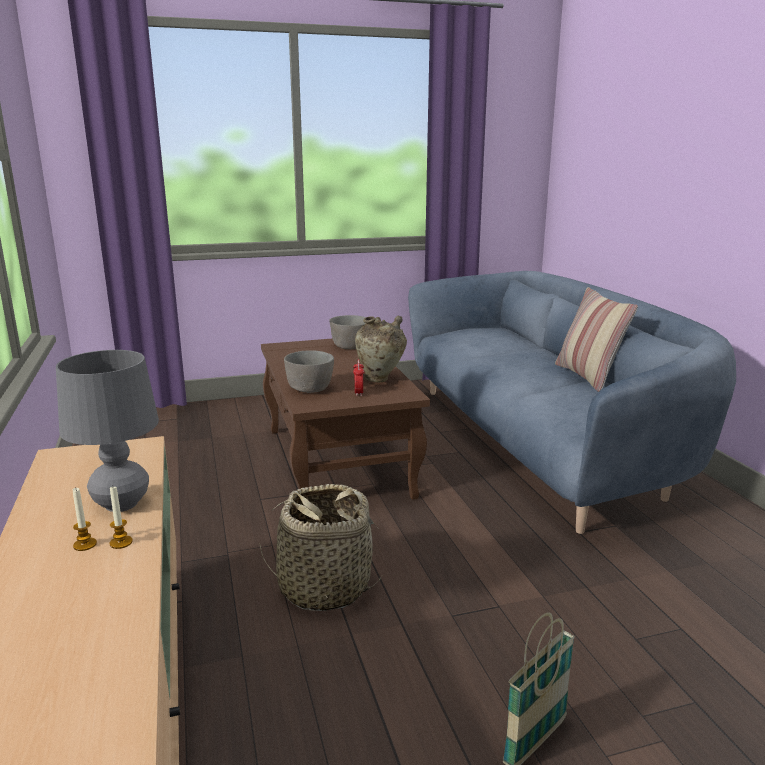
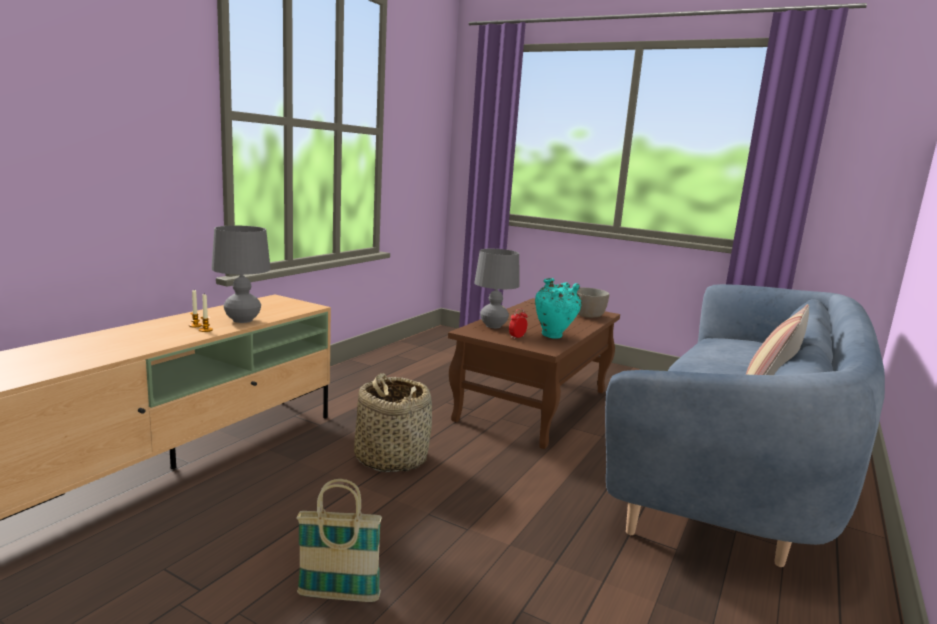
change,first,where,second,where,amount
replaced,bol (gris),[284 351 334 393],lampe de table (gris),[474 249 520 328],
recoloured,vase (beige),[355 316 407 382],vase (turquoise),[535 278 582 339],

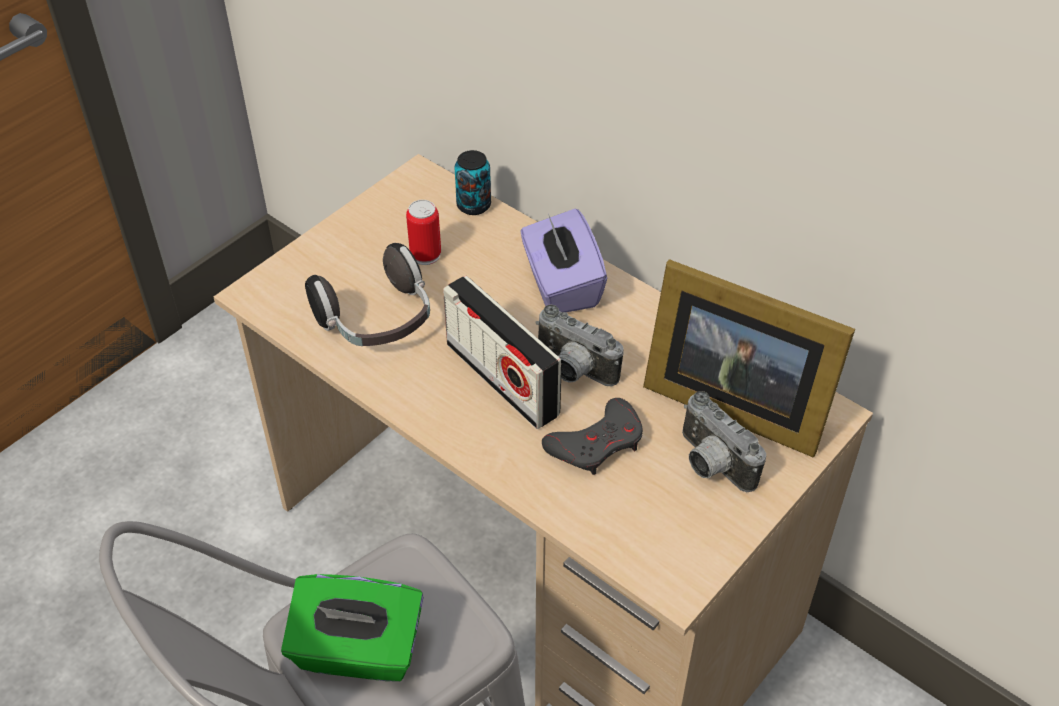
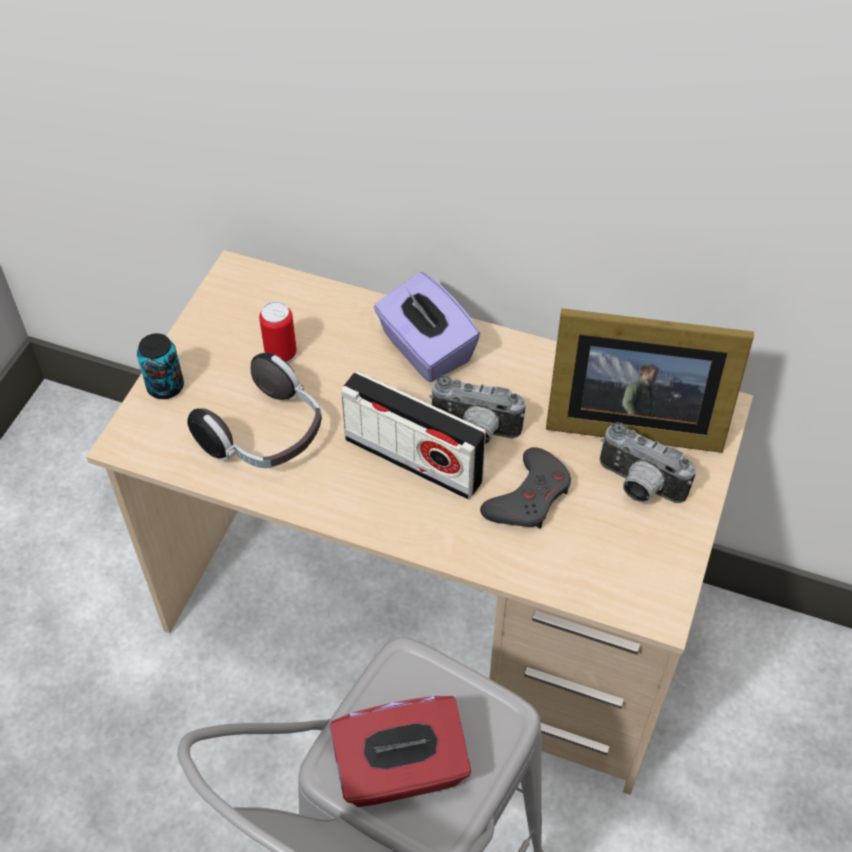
change,first,where,second,where,amount
recoloured,boîte à mouchoirs (vert),[281 574 424 682],boîte à mouchoirs (rouge),[329 696 471 807],
moved,boîte métallique,[454 150 491 215],,[137 333 184 399],

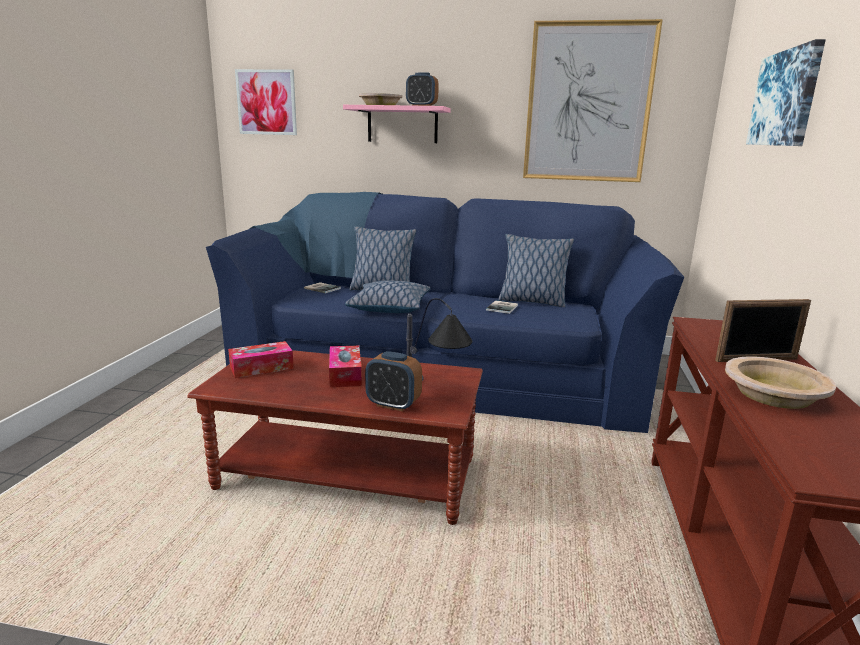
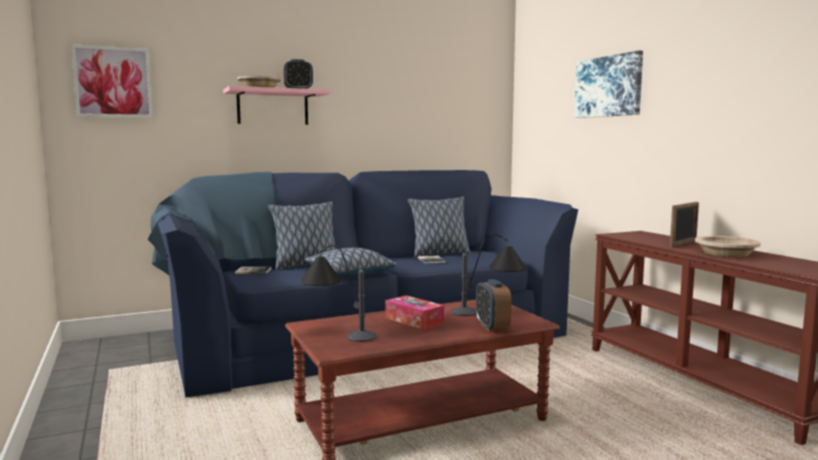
change,first,where,second,where,amount
replaced,boîte à mouchoirs,[228 341 294 378],lampe de table,[301 245 377 342],
turned,réveil,[365 351 422 412],,[476 279 512 332],90 degrees clockwise
removed,tableau,[523 19 663 182],,,

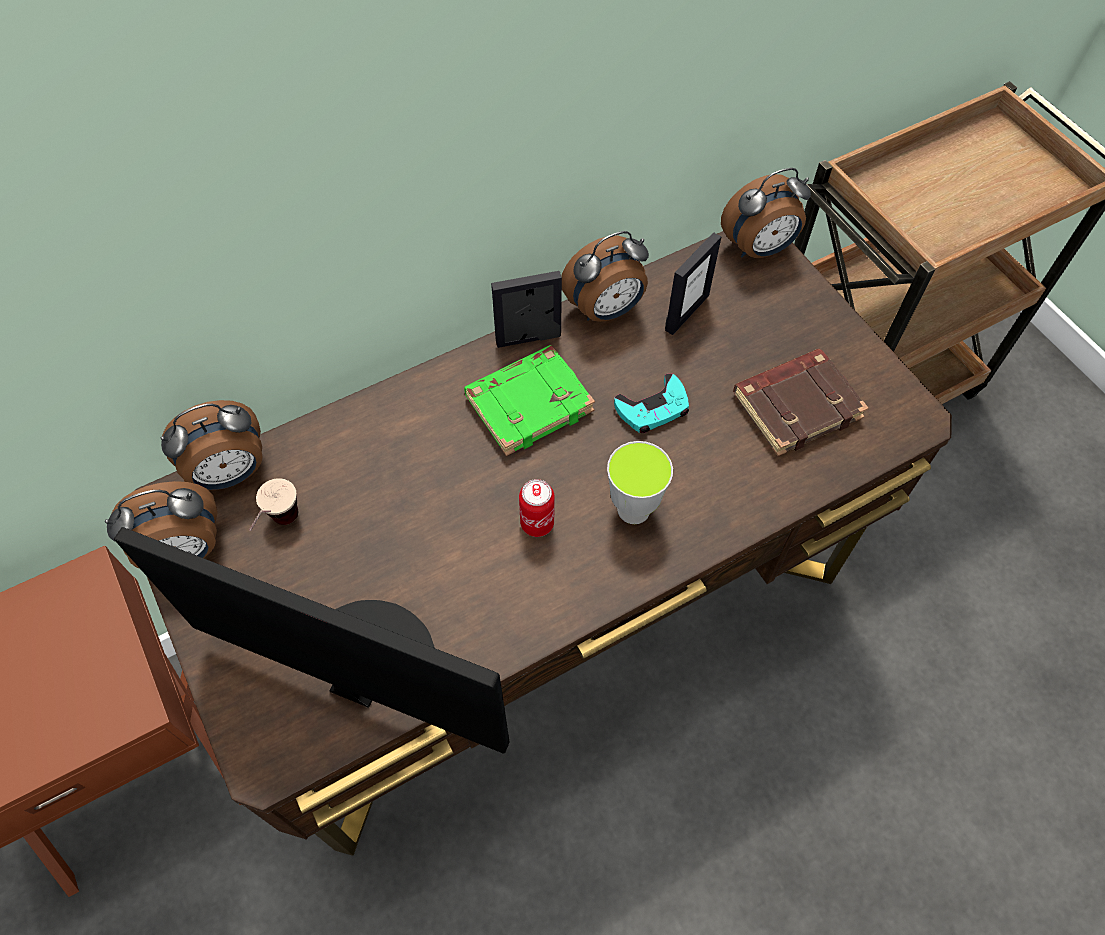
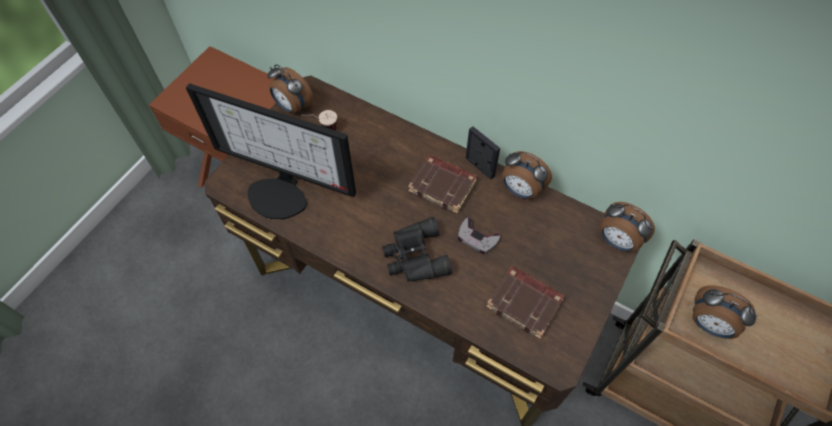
change,first,where,second,where,amount
turned,écran d'ordinateur,[114 527 510 754],,[186 83 356 220],120 degrees clockwise
moved,réveil,[161 400 263 490],,[692 285 757 339],
recoloured,livre (vert),[464 345 595 456],livre (marron),[408 155 478 214],
removed,boîte métallique,[519 479 555 537],,,
replaced,tasse,[607 441 673 524],jumelles (noir),[382 217 452 282],
recoloured,manette (turquoise),[614 373 689 433],manette (gris),[458 217 500 254],
removed,cadre photo,[665 232 721 335],,,

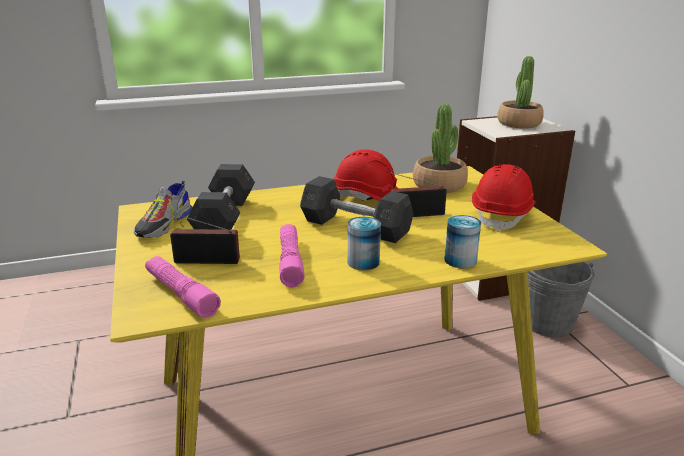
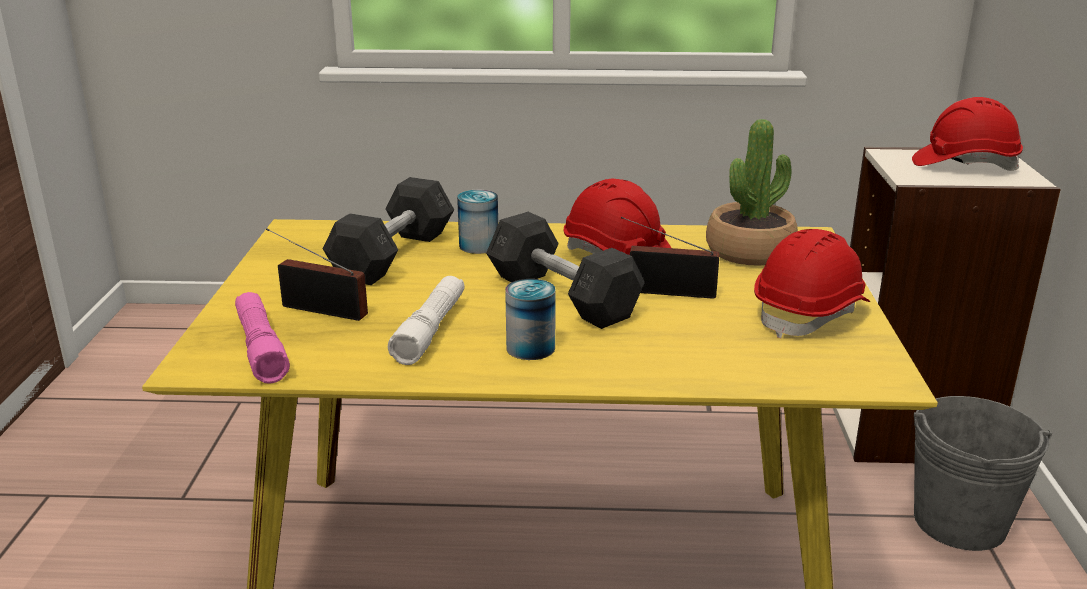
change,first,where,second,where,amount
removed,chaussure,[134 181 193 238],,,
recoloured,lampe de poche (rose),[279 224 305 287],lampe de poche (blanc),[388 276 465 365],
moved,boîte métallique,[444 215 481 268],,[457 190 498 254],
replaced,plante en pot,[497 56 544 128],casque de chantier (rouge),[912 97 1023 171],

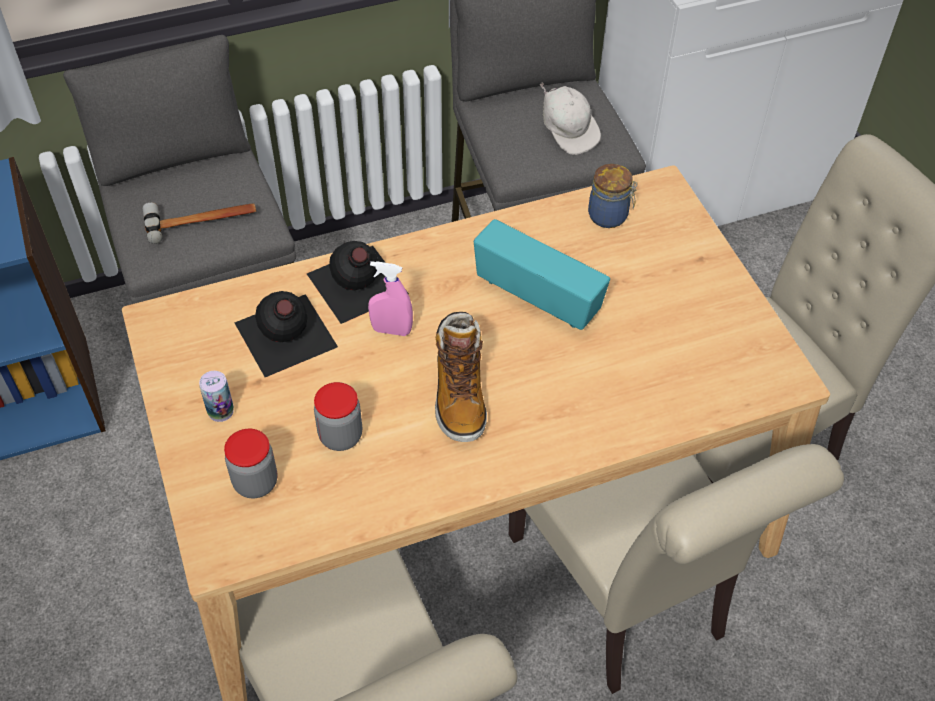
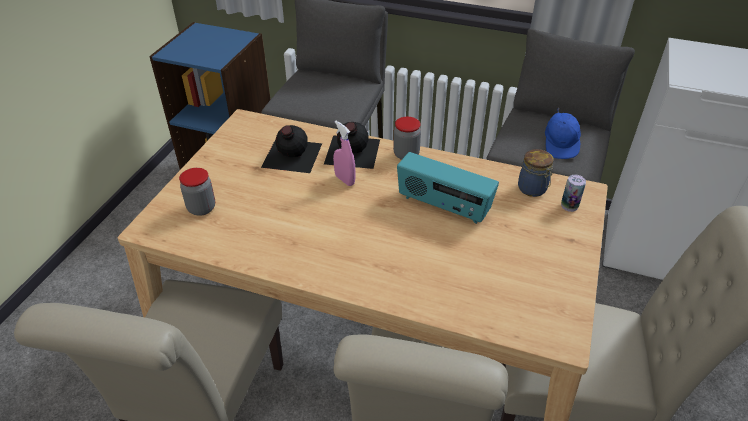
change,first,where,second,where,amount
removed,marteau,[142 203 256 244],,,
moved,boîte métallique,[199 371 234 422],,[561 175 586 212],
moved,bocal,[314 382 362 451],,[393 117 421 160],
removed,botte,[435 312 487 442],,,
turned,radio,[474 219 610 330],,[397 152 499 224],135 degrees clockwise
recoloured,casquette (blanc),[540 82 601 155],casquette (bleu),[545 107 581 159],

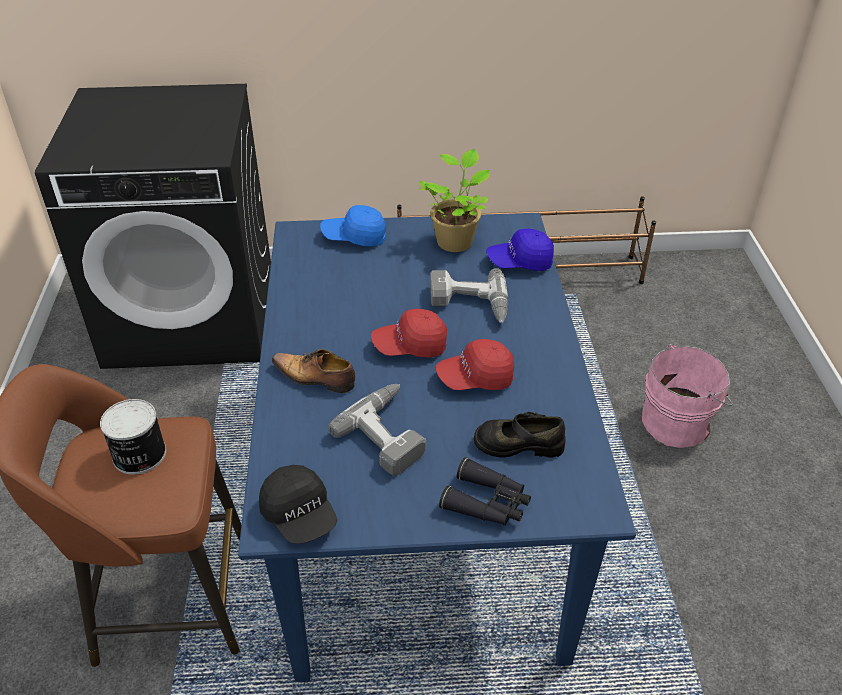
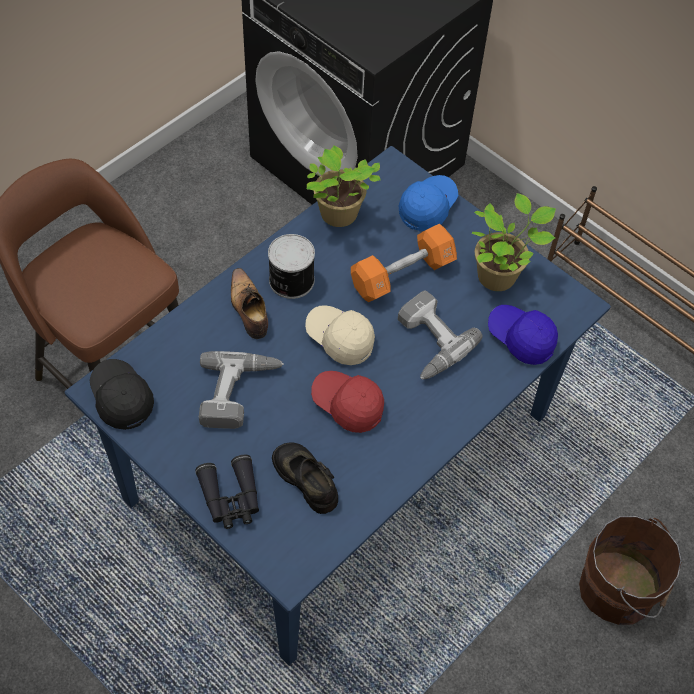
change,first,where,second,where,amount
moved,boîte métallique,[100 399 166 475],,[268 234 315 299],
turned,casquette (noir),[259 465 337 544],,[90 359 154 430],135 degrees clockwise
turned,casquette (bleu),[320 205 386 247],,[399 175 458 231],75 degrees clockwise
recoloured,casquette (rouge),[371 309 447 357],casquette (beige),[305 306 375 365],
recoloured,seau (rose),[642 344 733 448],seau (marron),[579 516 682 625],
added,,,plante en pot,[306 145 381 227],
added,,,haltère (orange),[351 224 457 303],

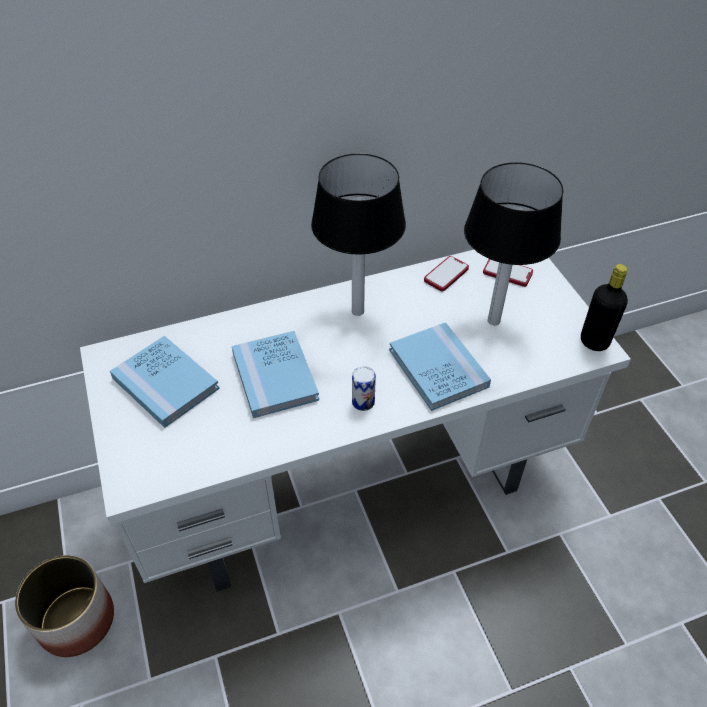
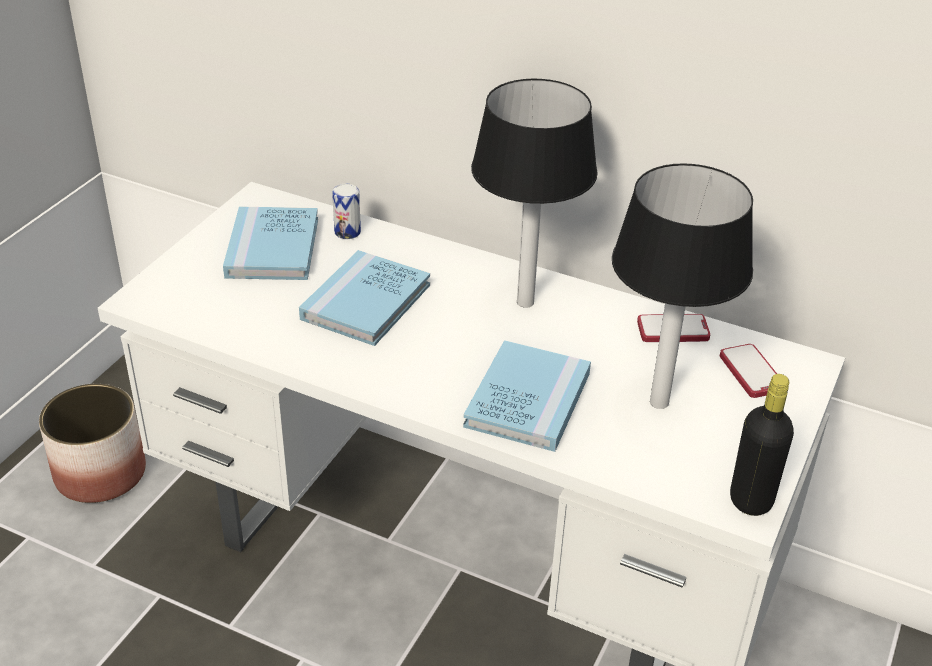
change,first,where,second,where,amount
moved,boîte métallique,[352 367 376 411],,[332 184 361 239],

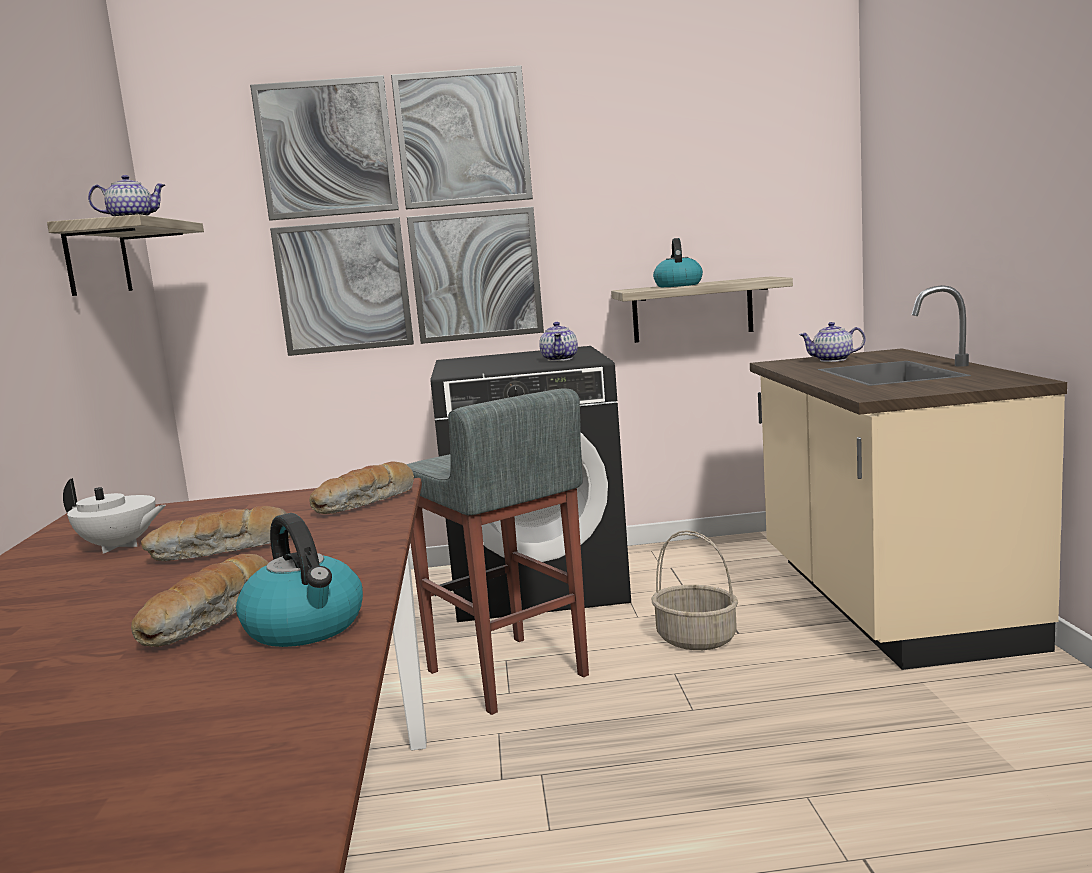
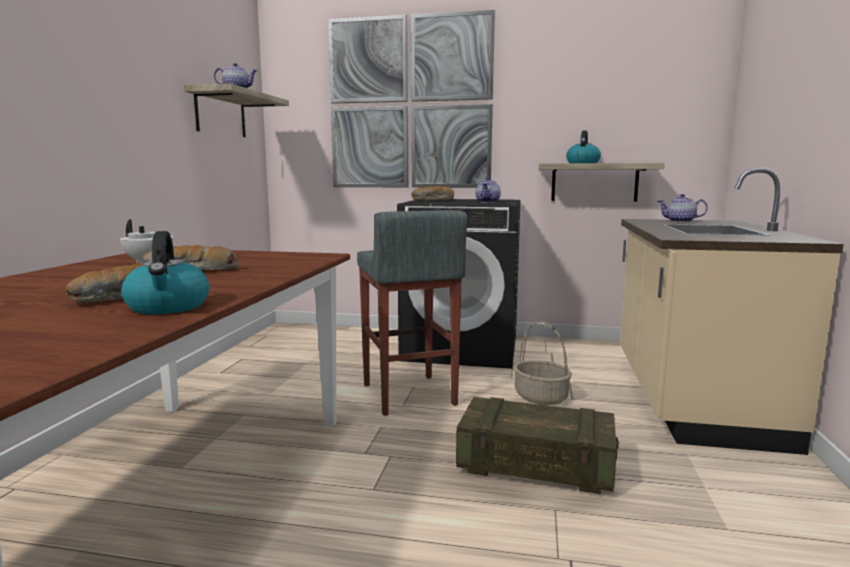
change,first,where,second,where,amount
moved,pain,[309 462 414 514],,[411 186 454 201],
added,,,caisse,[456 397 619 494],

